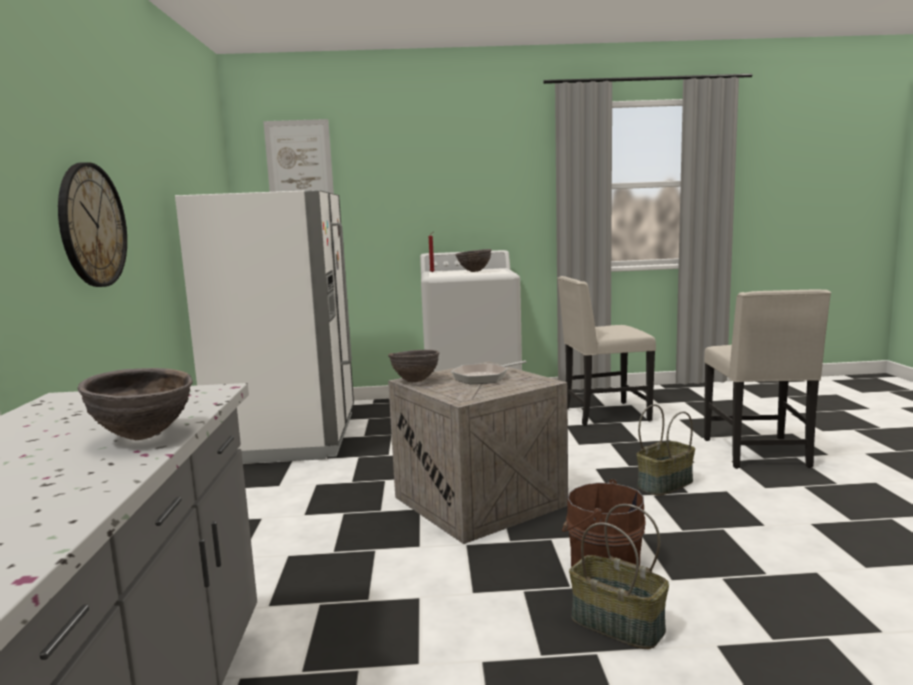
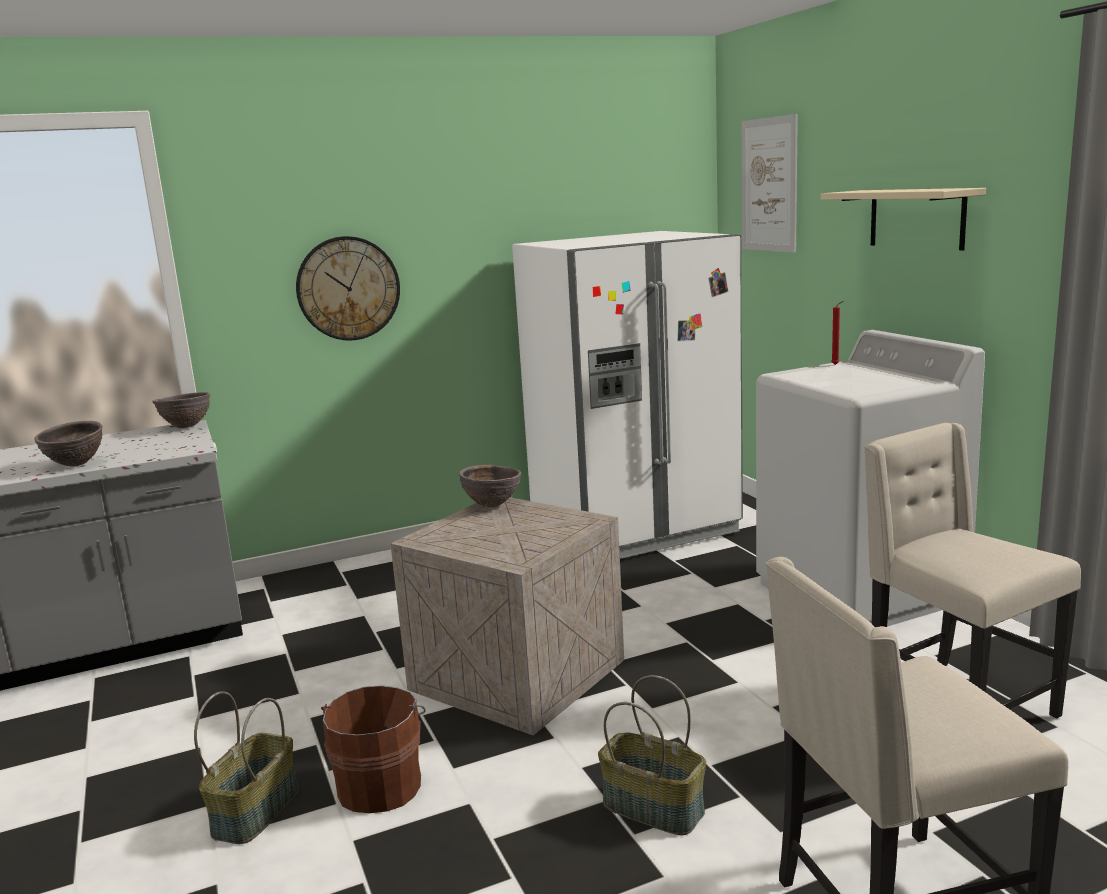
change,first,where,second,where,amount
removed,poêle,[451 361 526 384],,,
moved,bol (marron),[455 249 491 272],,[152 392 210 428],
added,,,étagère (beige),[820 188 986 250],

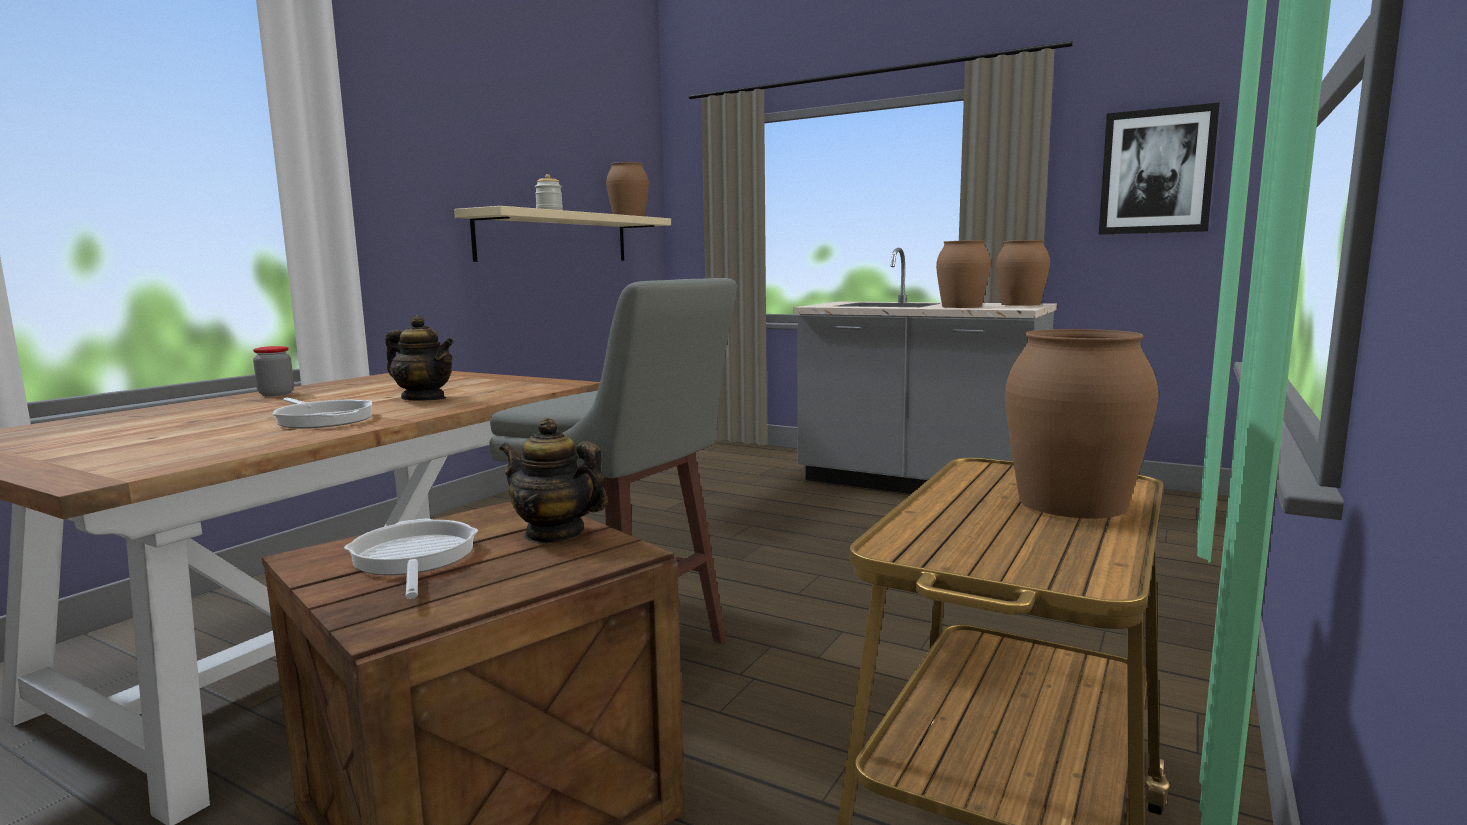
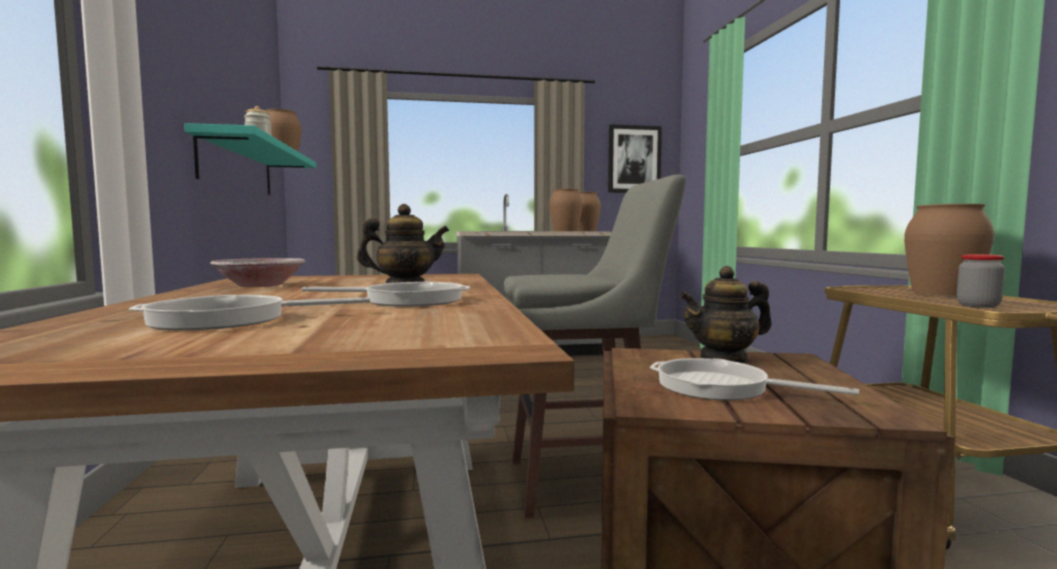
change,first,where,second,where,amount
moved,bocal,[253 346 294 396],,[957 254 1005 308],
recoloured,étagère (beige),[454 206 671 262],étagère (turquoise),[184 123 316 195],
added,,,poêle,[128 295 370 331],
added,,,bol,[210 258 306 287],

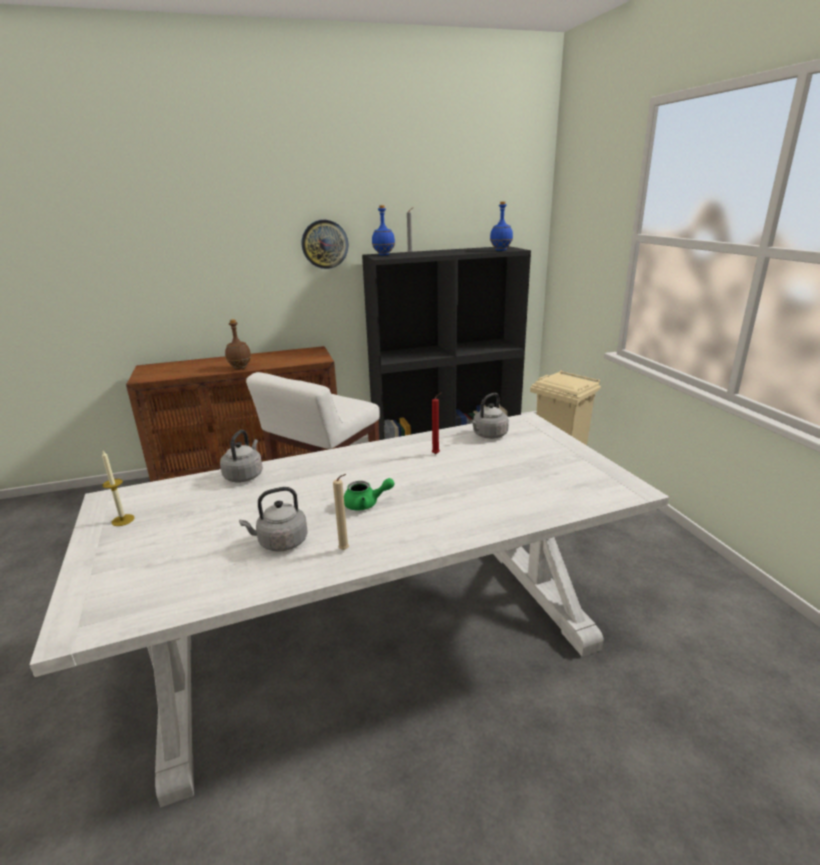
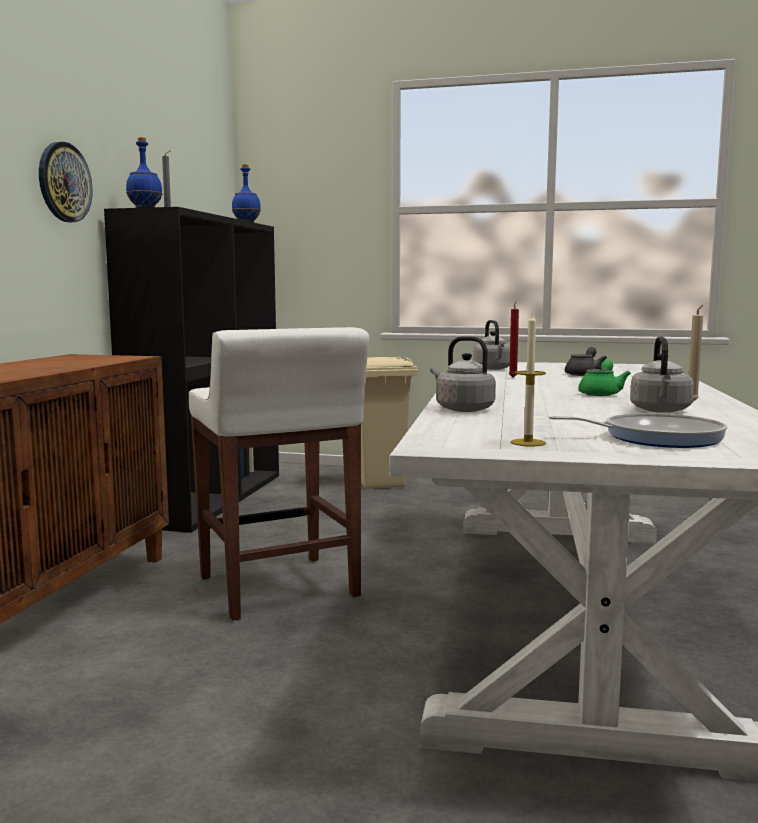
change,first,where,second,where,amount
removed,bouteille (marron),[225 319 251 370],,,
added,,,poêle,[549 413 728 448],
added,,,théière (gris),[565 347 607 376],

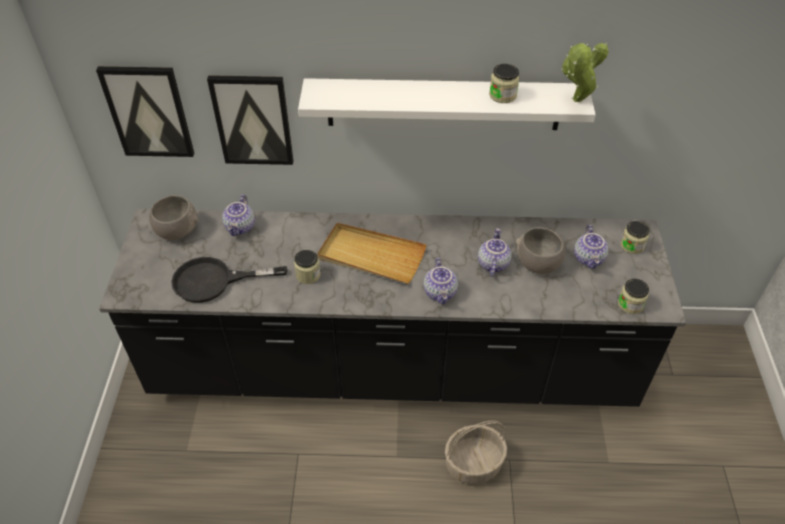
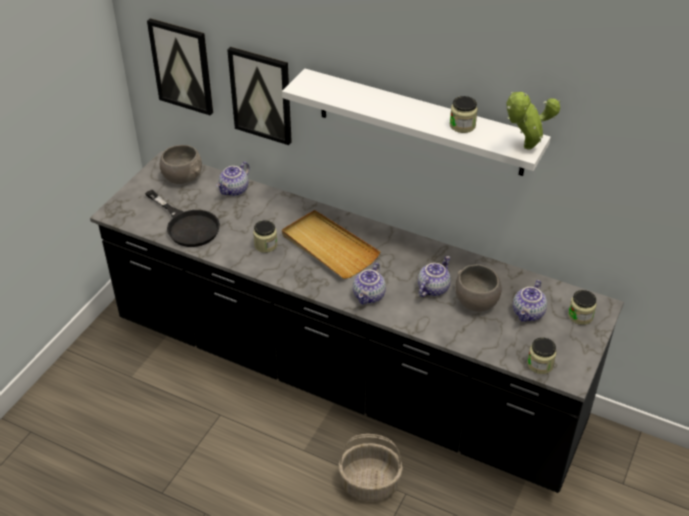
change,first,where,second,where,amount
turned,poêle (noir),[171 257 287 303],,[145 190 220 247],150 degrees counterclockwise

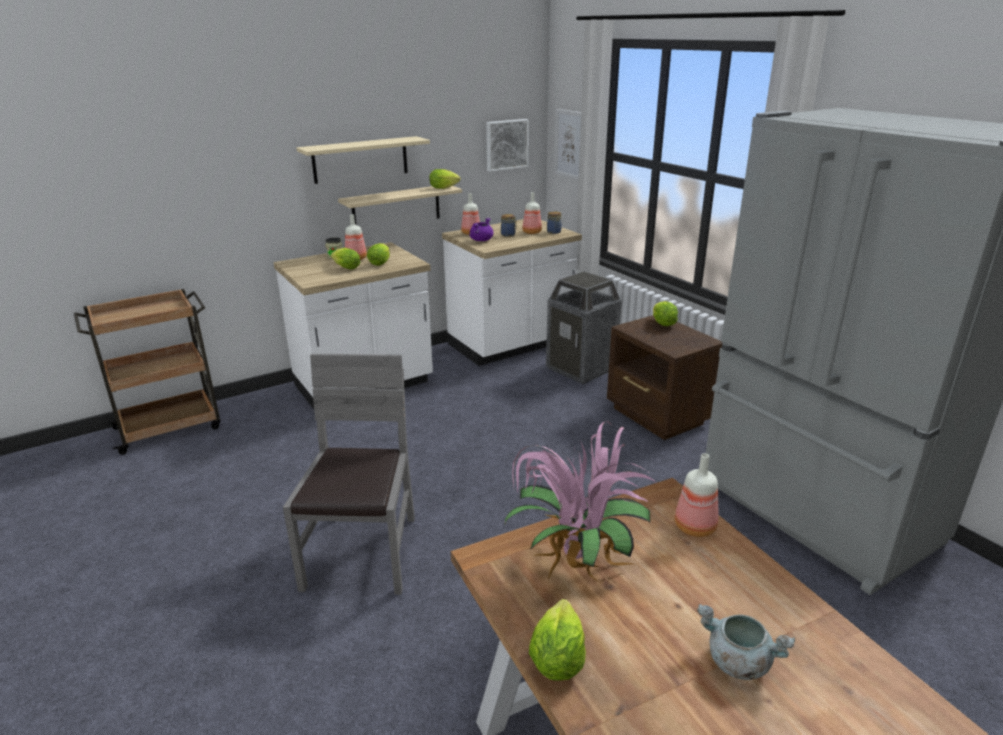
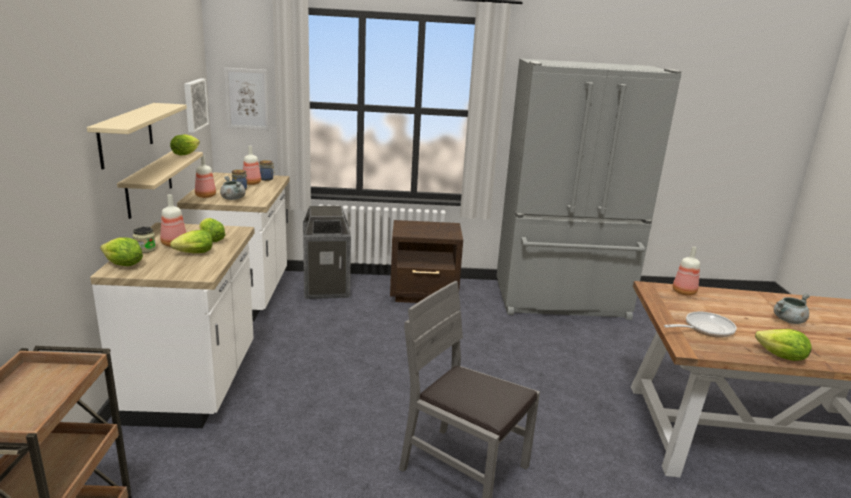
change,first,where,second,where,amount
recoloured,marmite (violet),[469 218 493 241],marmite (gris),[220 176 245 200],
replaced,plante en pot,[504 421 655 582],poêle,[664 312 737 338],
moved,laitue,[653 301 678 326],,[100 237 143 266],

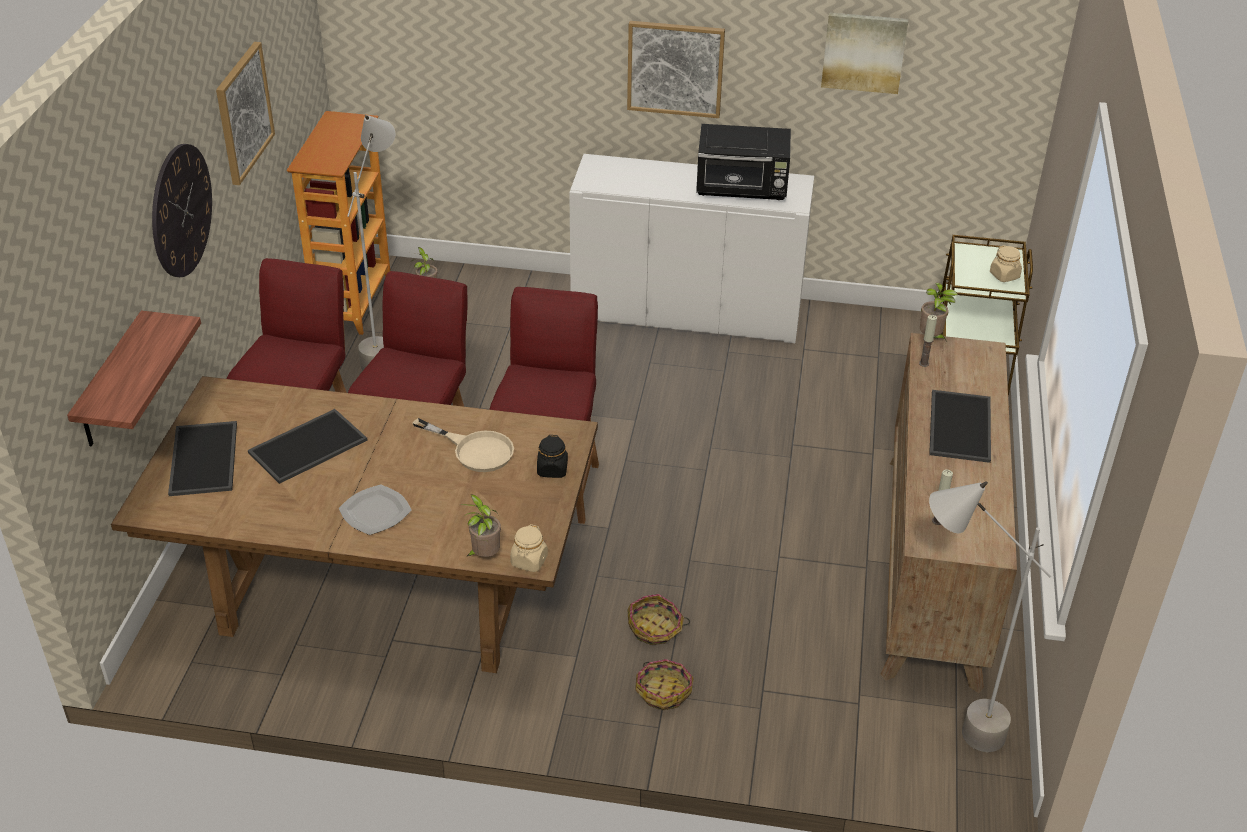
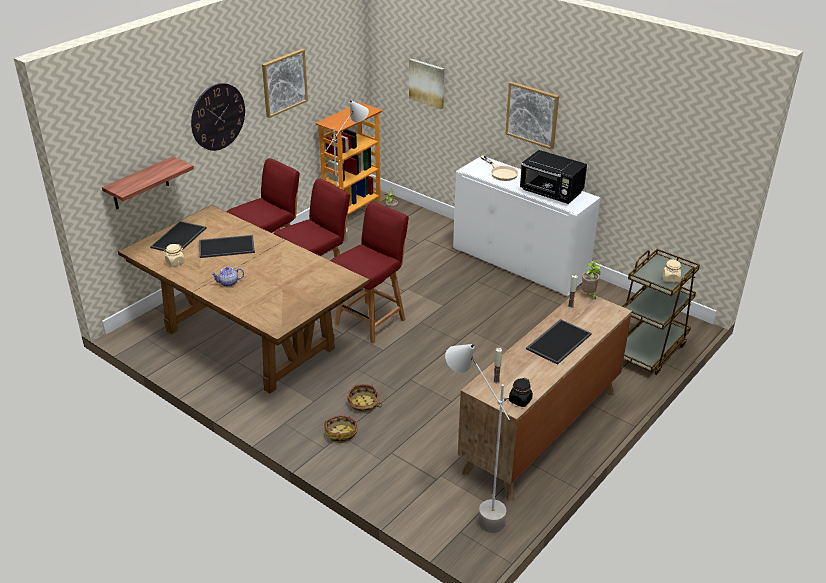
change,first,where,second,where,amount
replaced,assiette,[339 484 412 535],théière,[211 267 244 287],
moved,poêle (beige),[413 418 514 472],,[481 156 519 181],
removed,plante en pot,[460 495 501 557],,,
moved,bocal (beige),[510 524 548 572],,[163 244 185 267],
moved,bocal (noir),[537 435 568 478],,[509 378 533 407],
moved,tableau,[821 13 908 94],,[409 58 445 109],

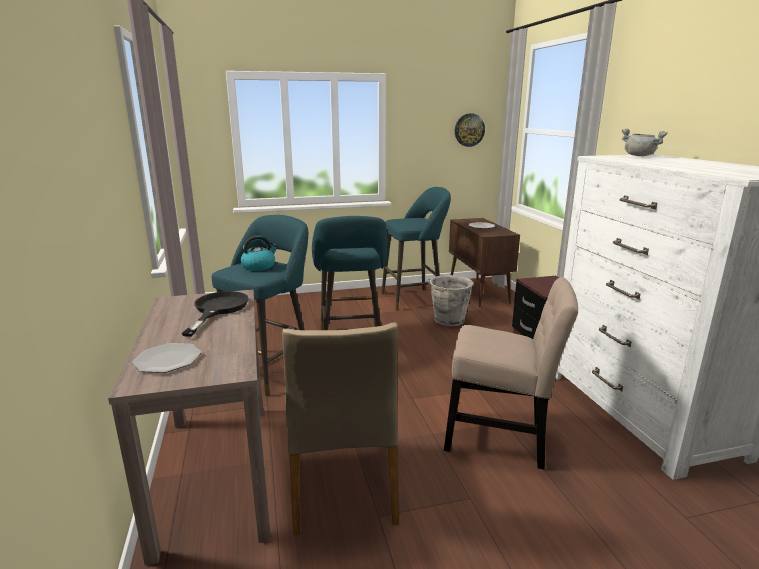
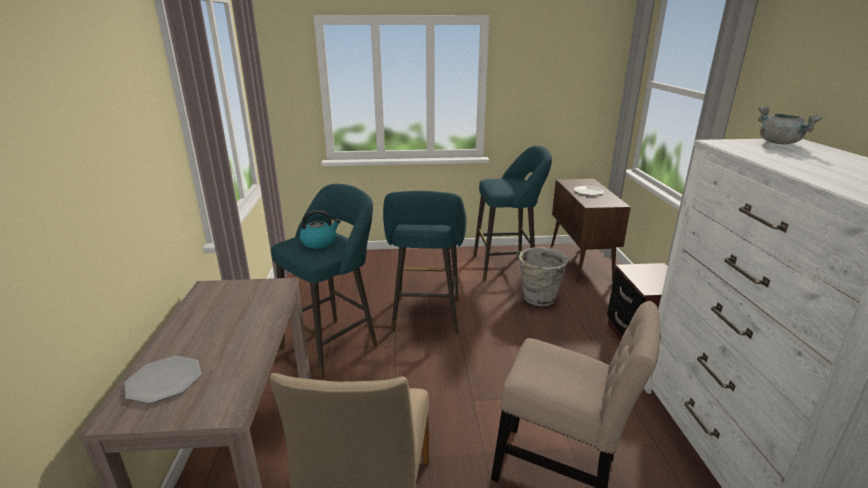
change,first,where,second,where,amount
removed,poêle (noir),[182 291 249 337],,,
removed,horloge murale,[455 114 485 147],,,

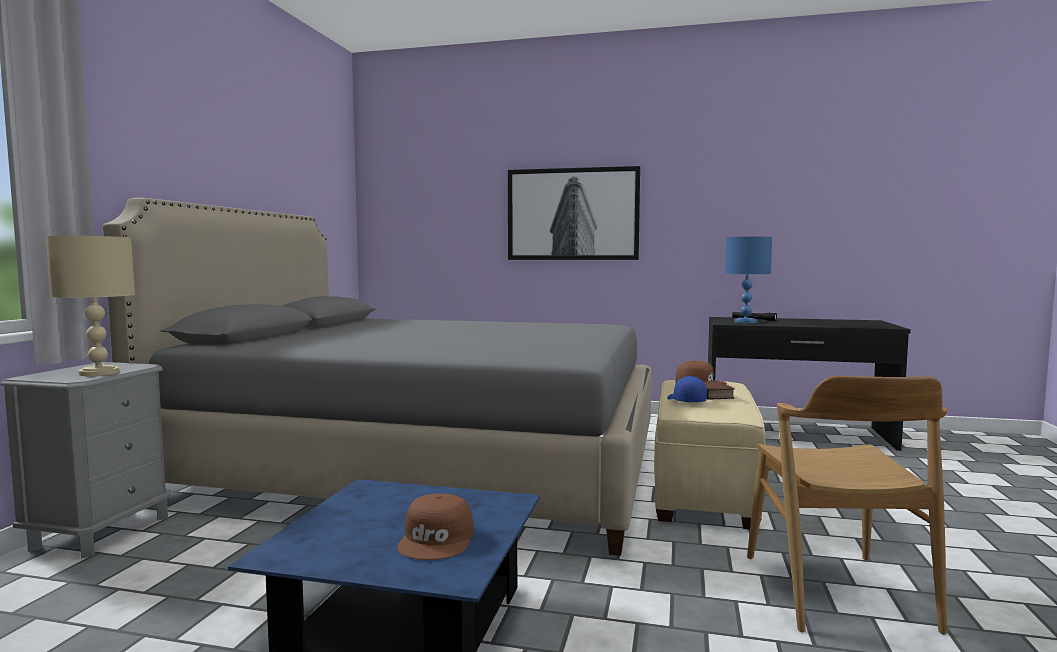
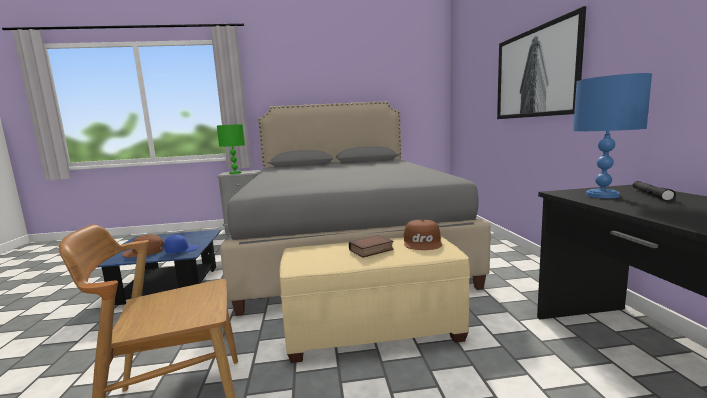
change,first,where,second,where,amount
recoloured,lampe de table (beige),[46 236 135 376],lampe de table (vert),[217 124 245 174],
moved,casquette (bleu),[667 376 707 402],,[164 235 199 253],

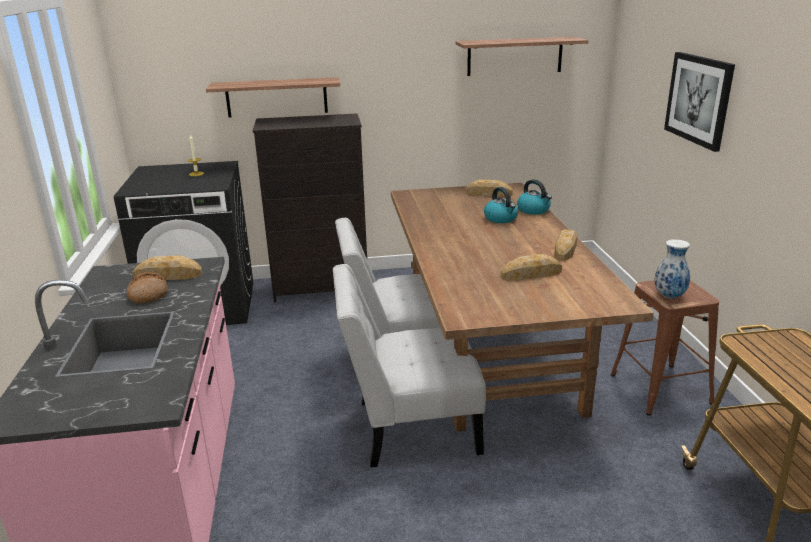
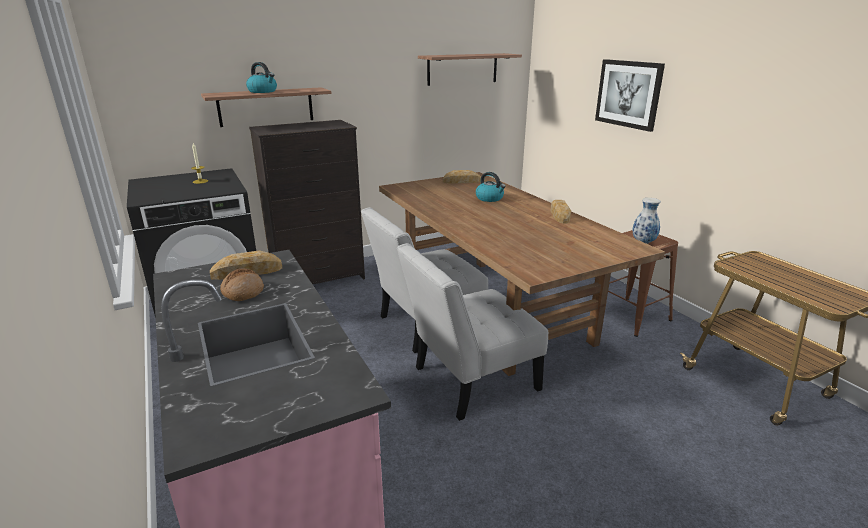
change,first,where,second,where,amount
removed,pain,[501 254 562 280],,,
moved,bouilloire,[517 179 552 215],,[246 62 277 93],

